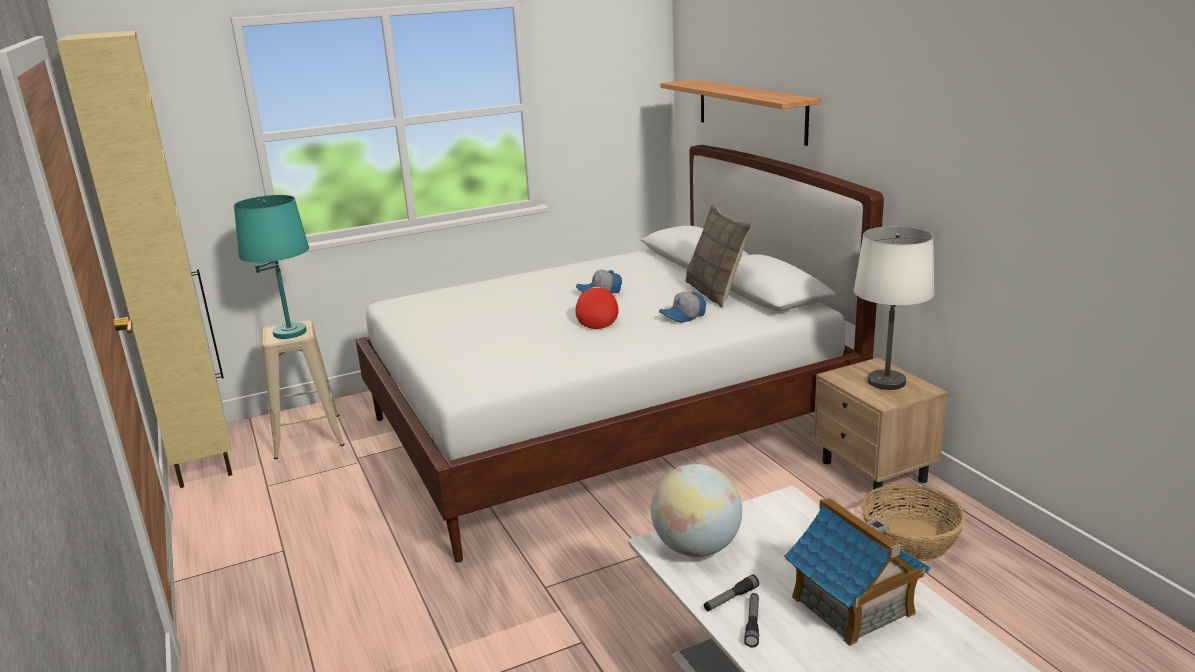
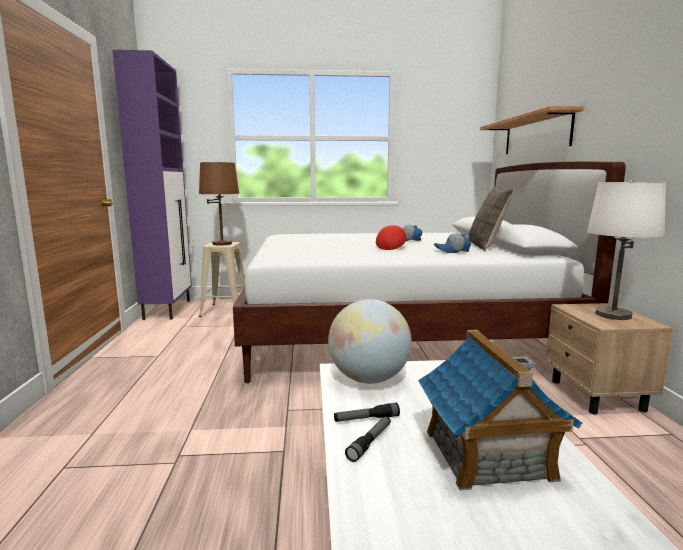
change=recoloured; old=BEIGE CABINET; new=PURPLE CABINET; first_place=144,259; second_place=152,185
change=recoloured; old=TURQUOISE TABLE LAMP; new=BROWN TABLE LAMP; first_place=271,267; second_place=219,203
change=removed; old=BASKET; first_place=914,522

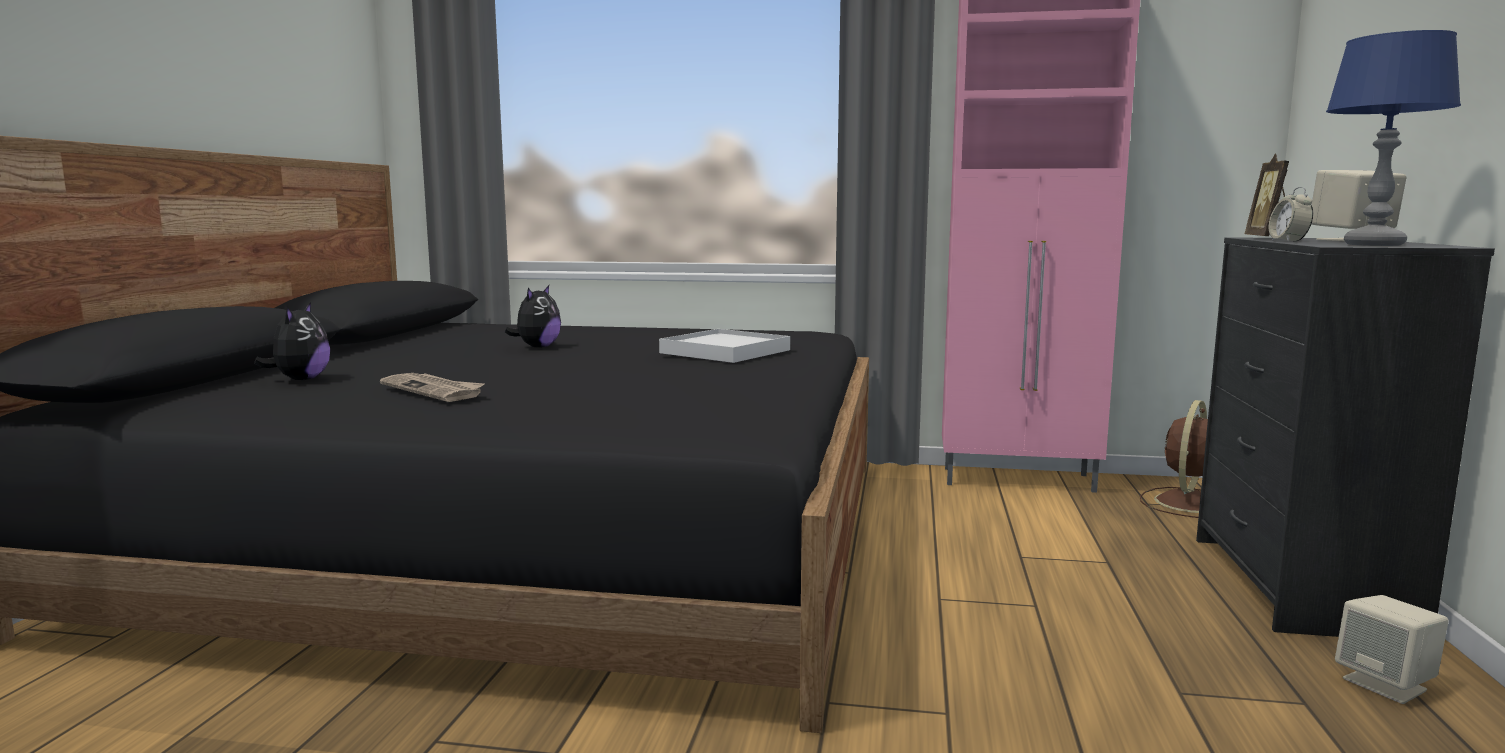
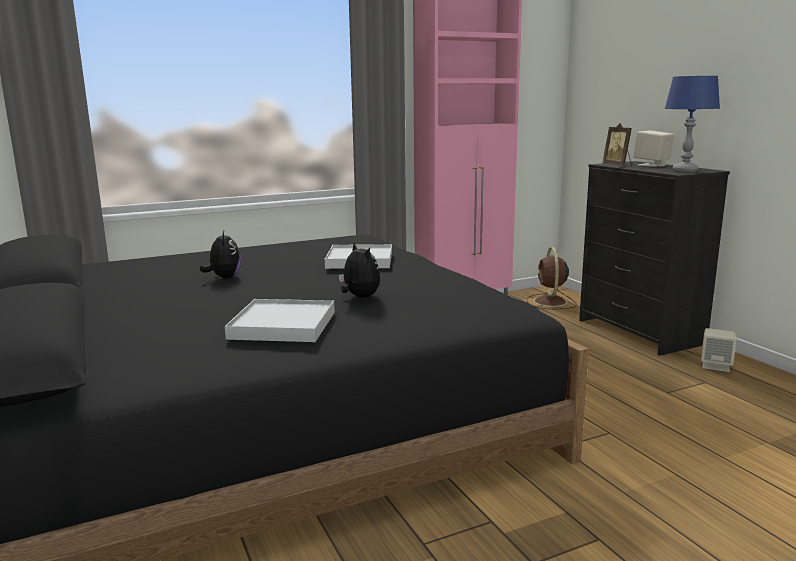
change=moved; old=PLUSH TOY; first_place=292,341; second_place=359,270
change=replaced; old=NEWSPAPER; new=WHITE TRAY; first_place=432,387; second_place=280,320
change=removed; old=ALARM CLOCK; first_place=1291,214

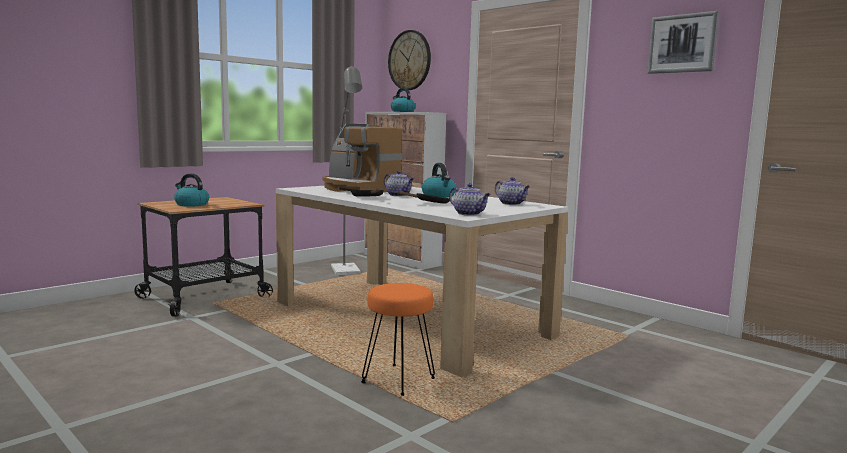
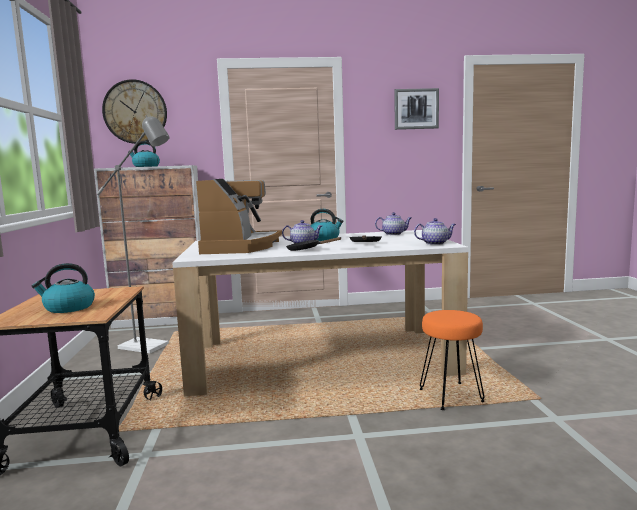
change=turned; old=COFFEE MACHINE; first_place=362,158; second_place=239,216; degrees=-75

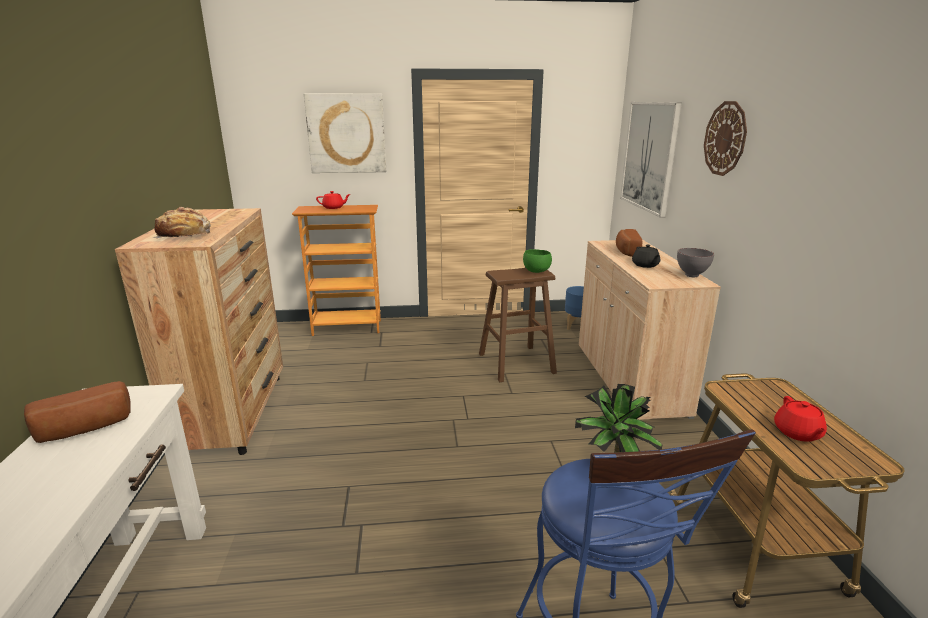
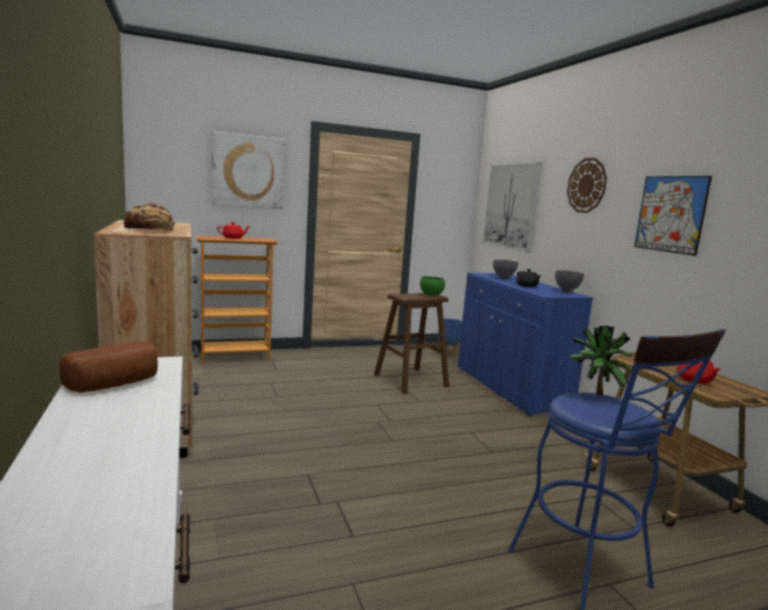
change=recoloured; old=BEIGE CABINET; new=BLUE CABINET; first_place=650,330; second_place=525,345
change=replaced; old=BREAD; new=GREY BOWL; first_place=629,243; second_place=505,269
change=added; new=PICTURE; second_place=673,216

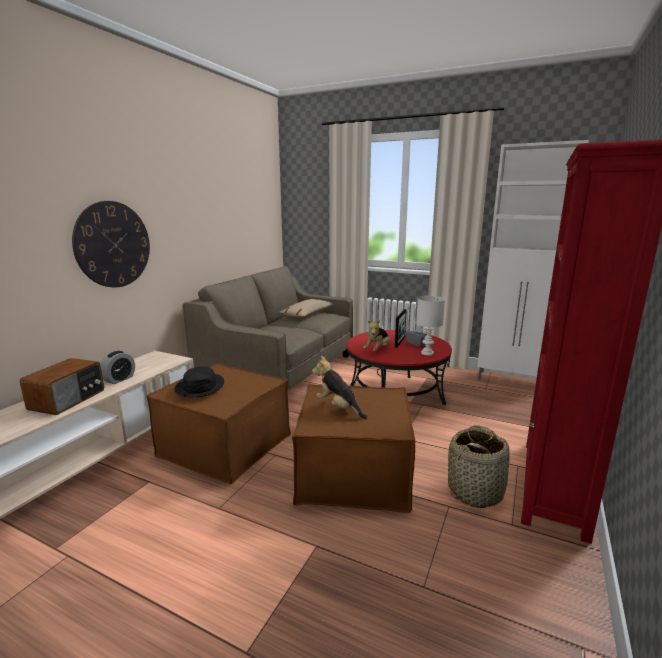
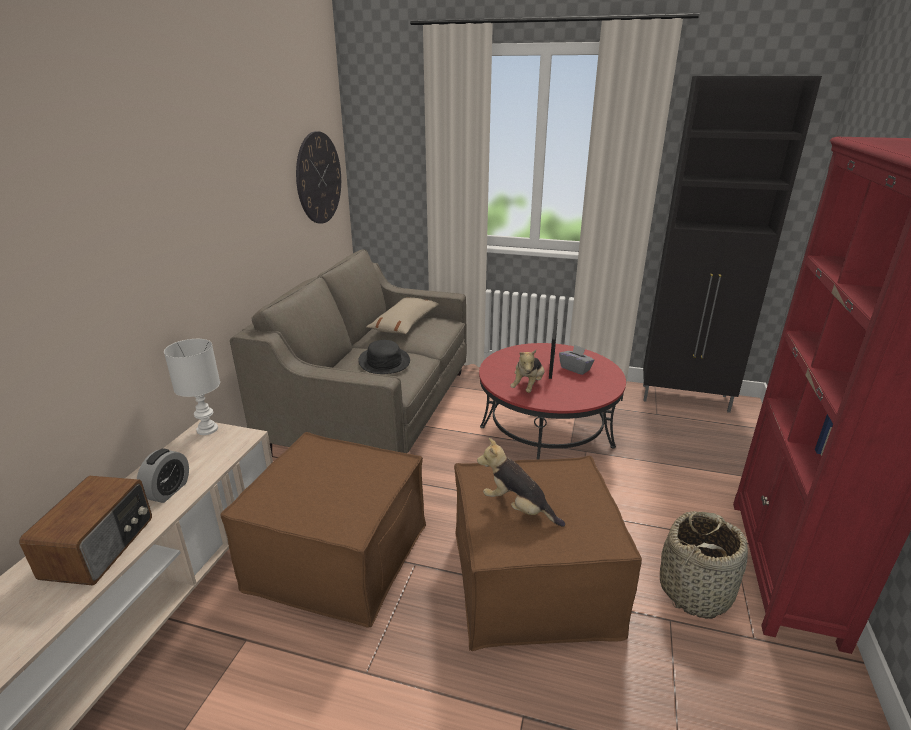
change=moved; old=WALL CLOCK; first_place=111,244; second_place=318,177
change=moved; old=BLACK HAT; first_place=199,381; second_place=384,357
change=moved; old=WHITE TABLE LAMP; first_place=430,325; second_place=192,387
change=recoloured; old=WHITE CABINET; new=BLACK CABINET; first_place=533,260; second_place=732,244

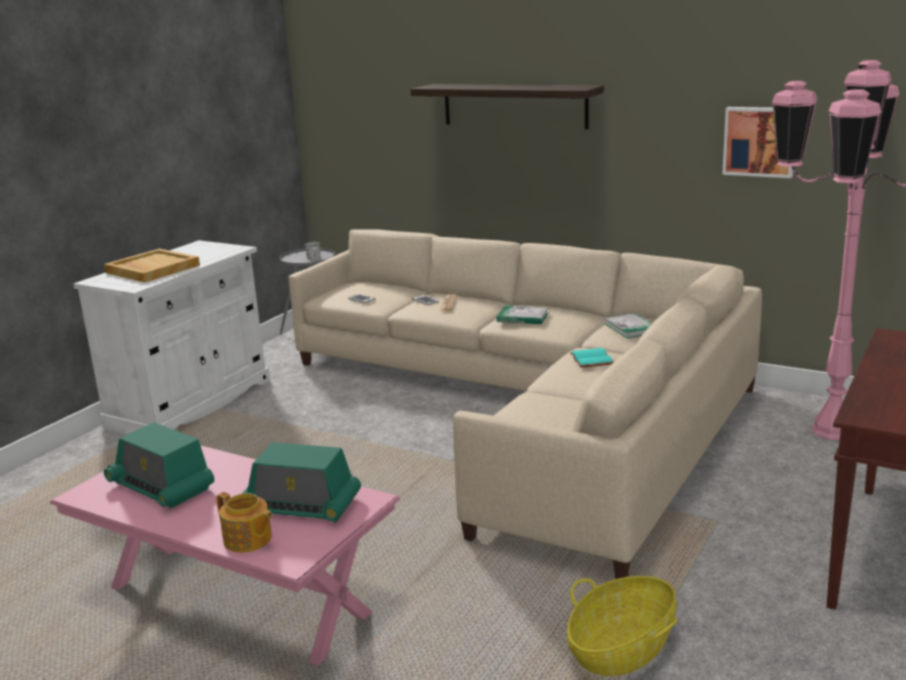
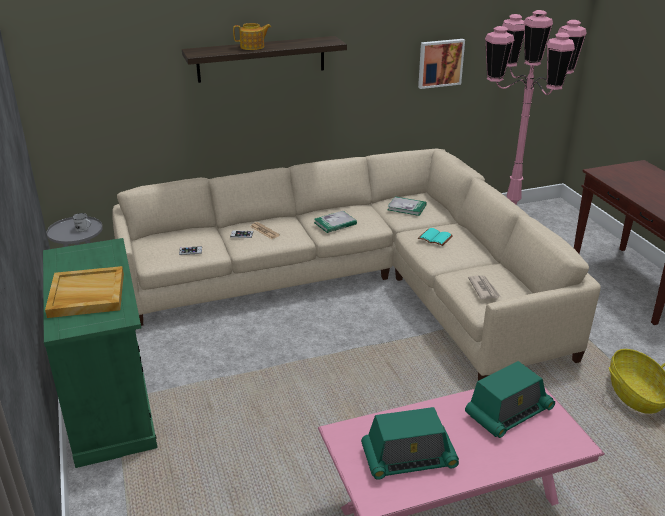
change=recoloured; old=WHITE CABINET; new=GREEN CABINET; first_place=171,337; second_place=100,353
change=moved; old=TEAPOT; first_place=244,522; second_place=252,36
change=added; new=NEWSPAPER; second_place=484,287

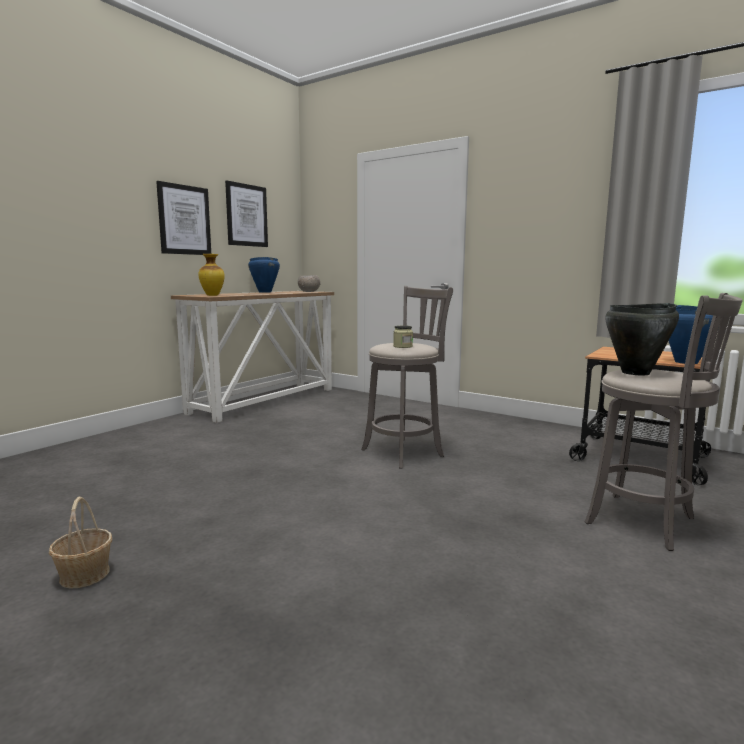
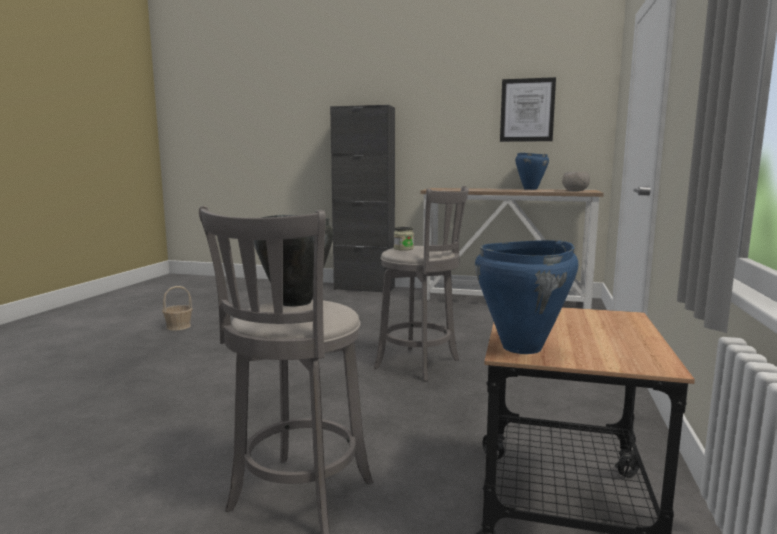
change=removed; old=PICTURE; first_place=183,218
change=removed; old=VASE; first_place=212,275
change=added; new=BLACK CABINET; second_place=362,198

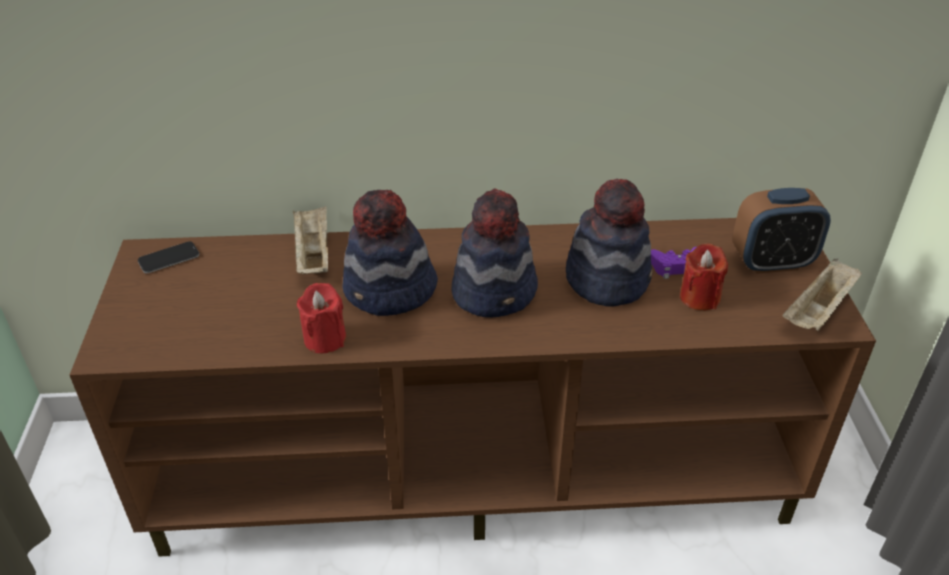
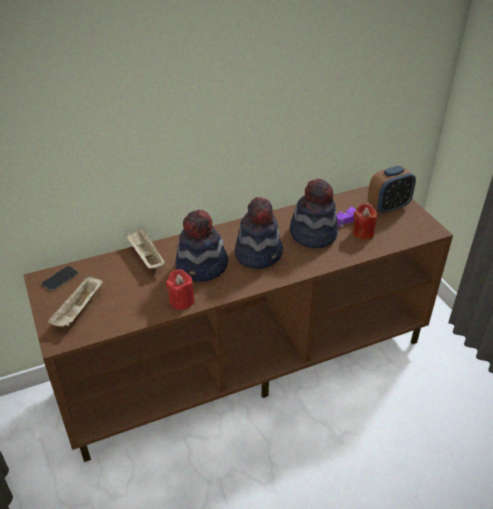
change=moved; old=BEIGE TRAY; first_place=822,294; second_place=75,301

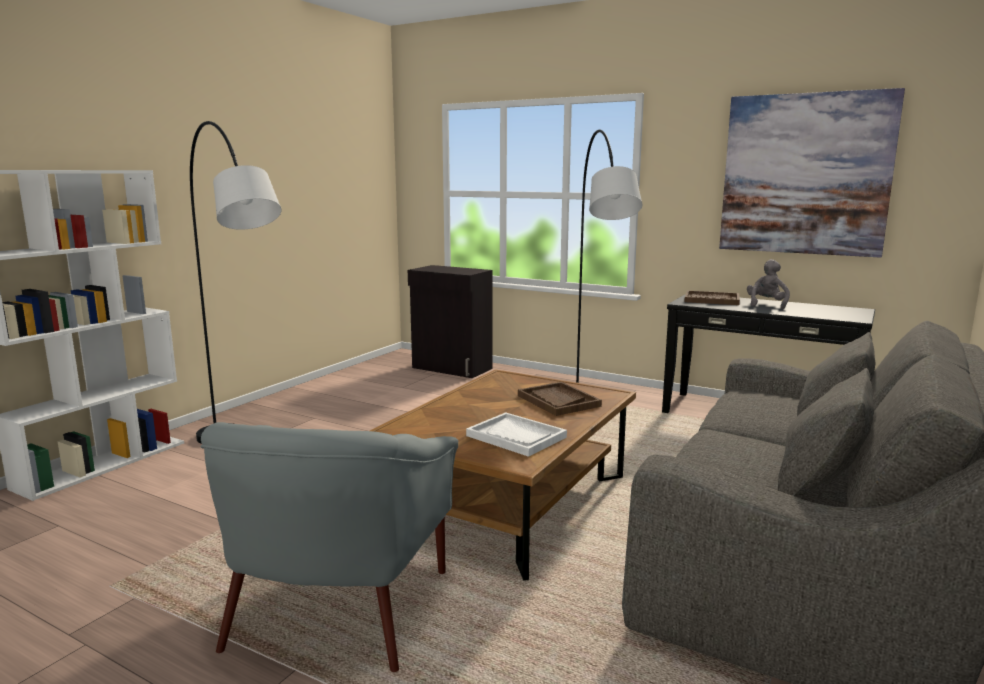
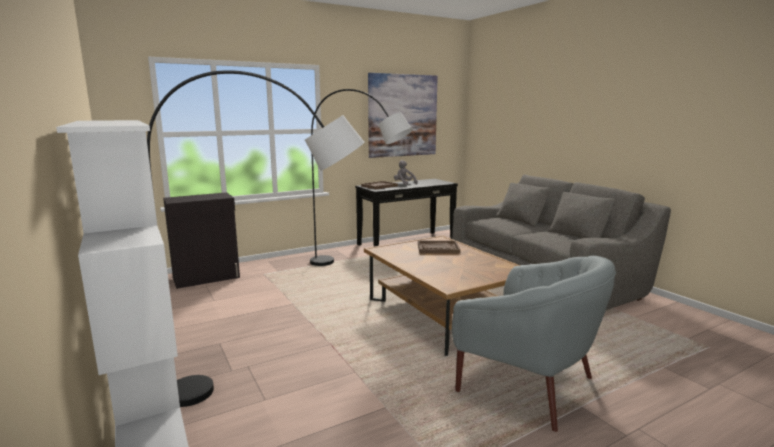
change=removed; old=WHITE TRAY; first_place=516,434

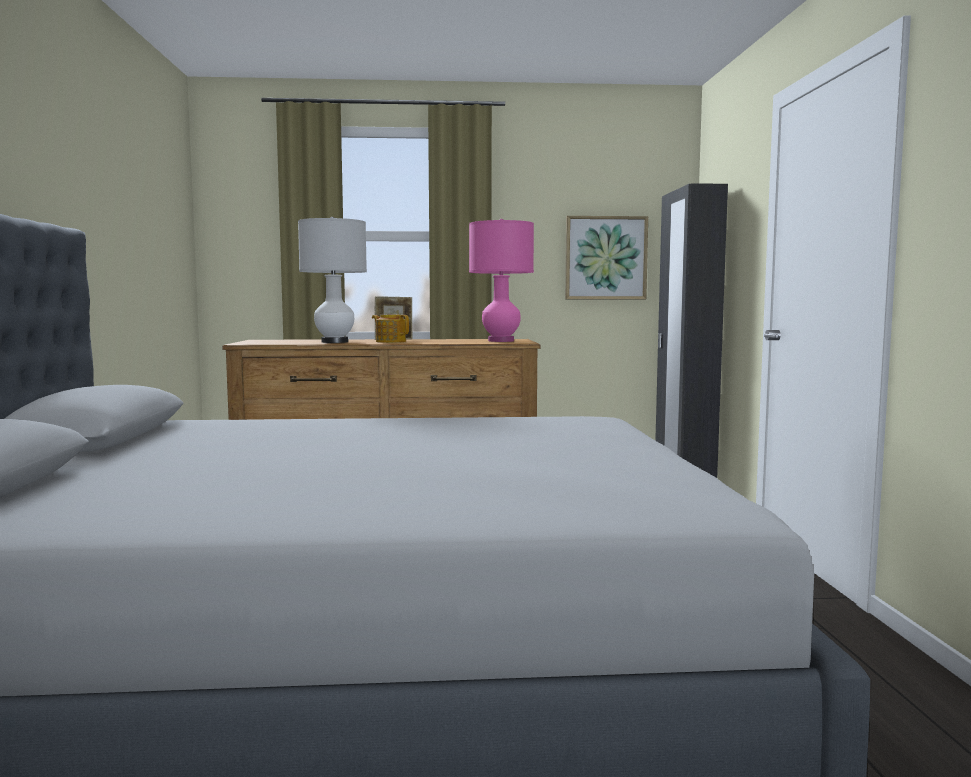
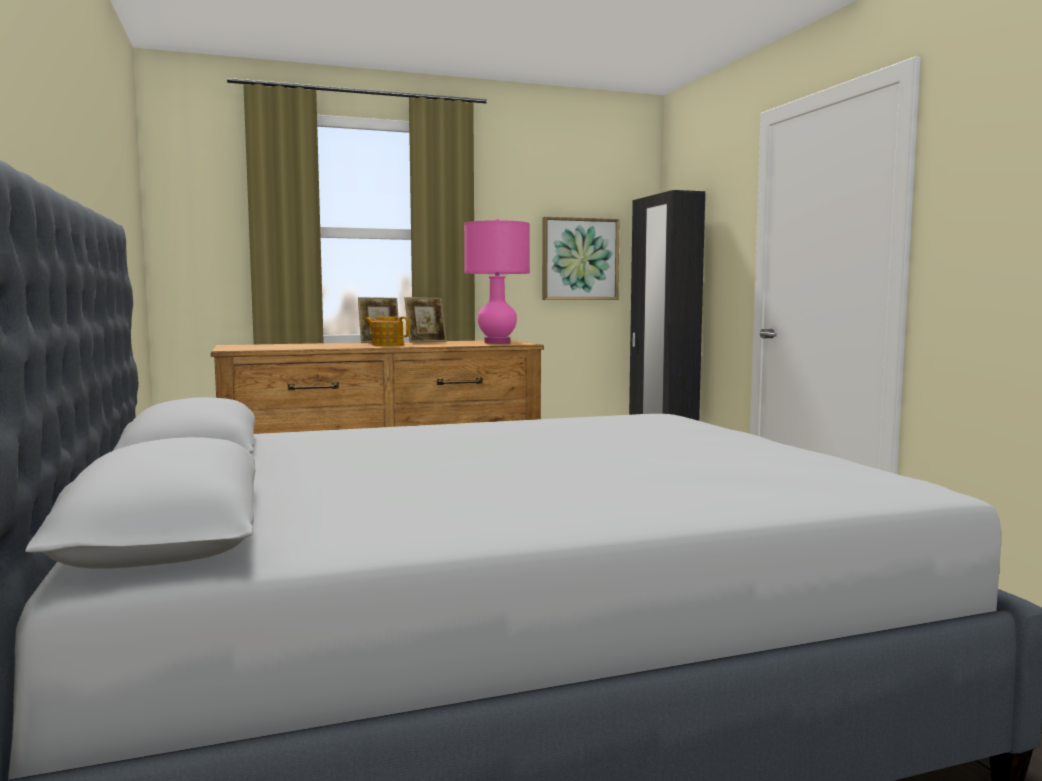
change=removed; old=WHITE TABLE LAMP; first_place=332,280
change=added; new=PICTURE FRAME; second_place=425,319

